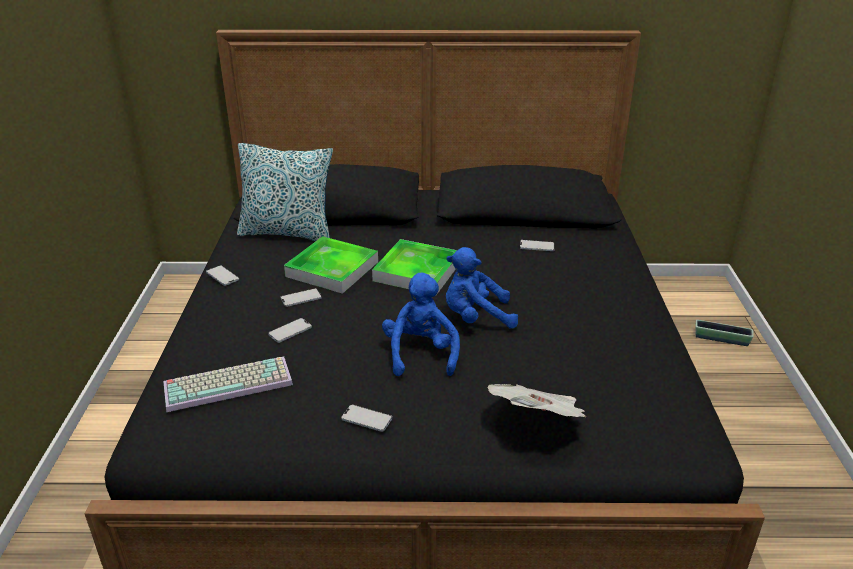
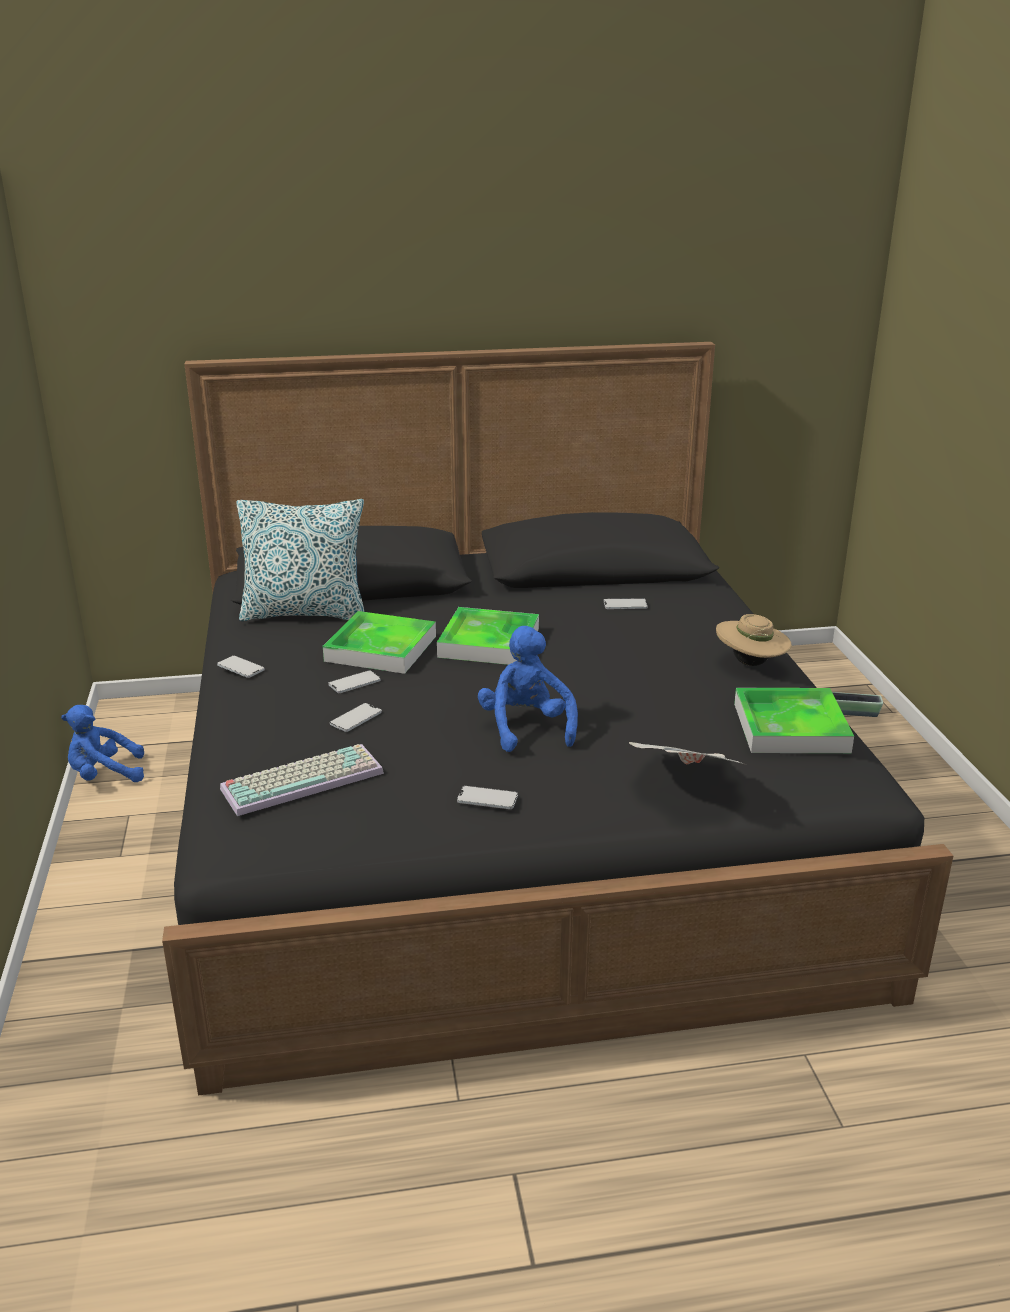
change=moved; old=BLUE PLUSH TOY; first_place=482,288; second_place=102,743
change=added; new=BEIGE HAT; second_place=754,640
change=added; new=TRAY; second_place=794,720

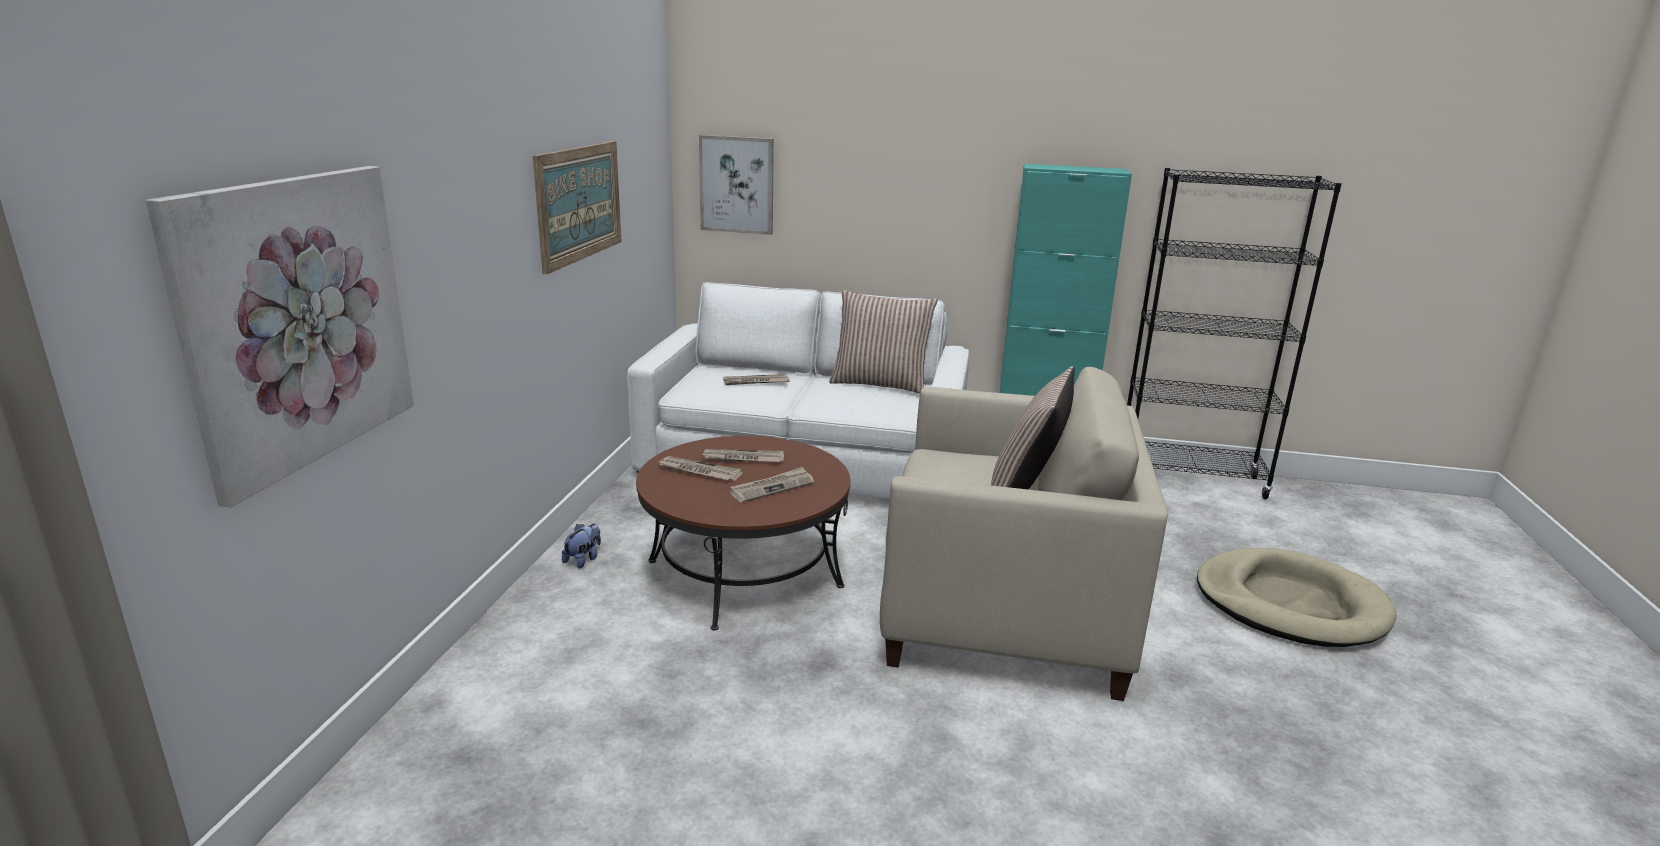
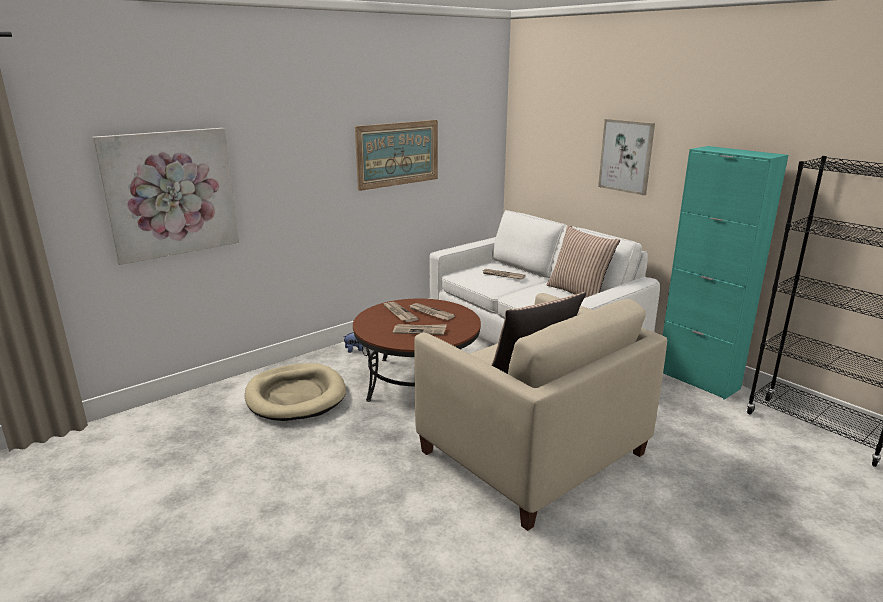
change=moved; old=PICTURE; first_place=736,185; second_place=626,157
change=moved; old=BEIGE DOG BED; first_place=1297,597; second_place=295,392

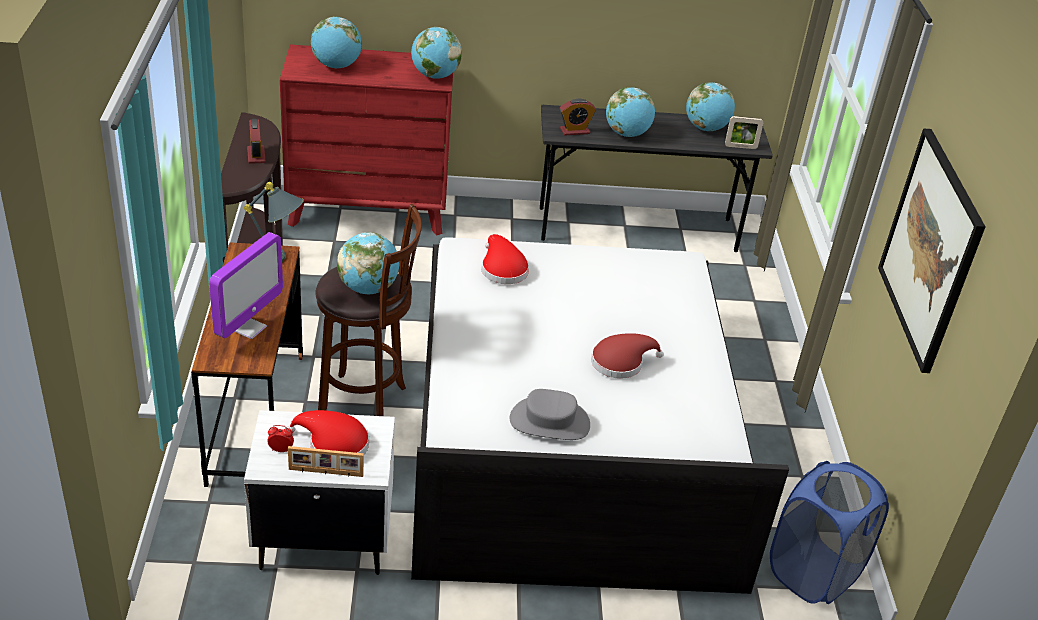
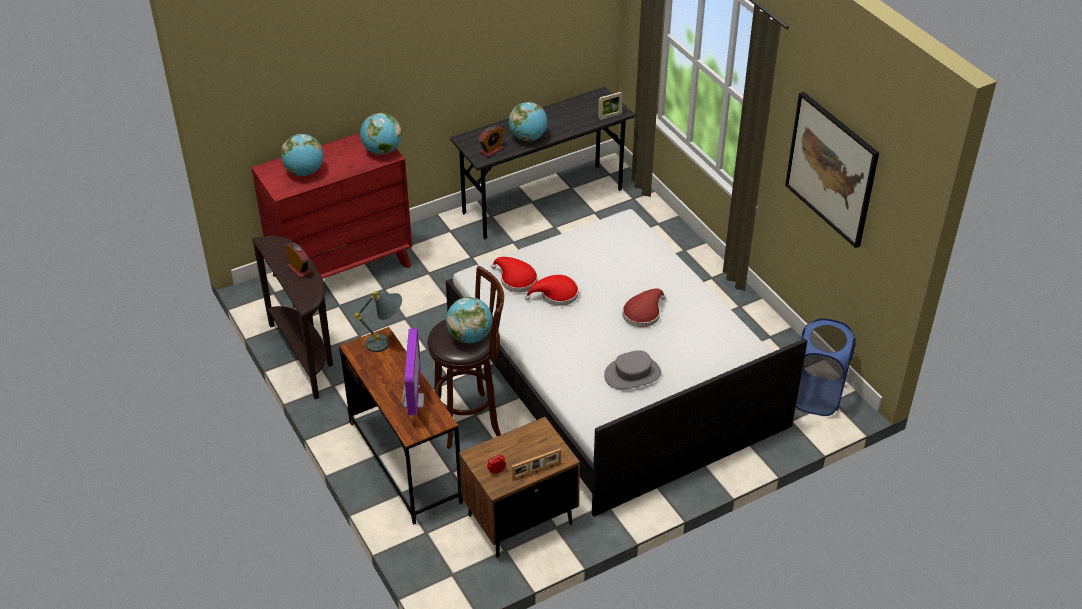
change=recoloured; old=WHITE NIGHTSTAND; new=BROWN NIGHTSTAND; first_place=319,492; second_place=519,487
change=moved; old=RED HAT; first_place=328,432; second_place=552,290
change=removed; old=GLOBE; first_place=710,106

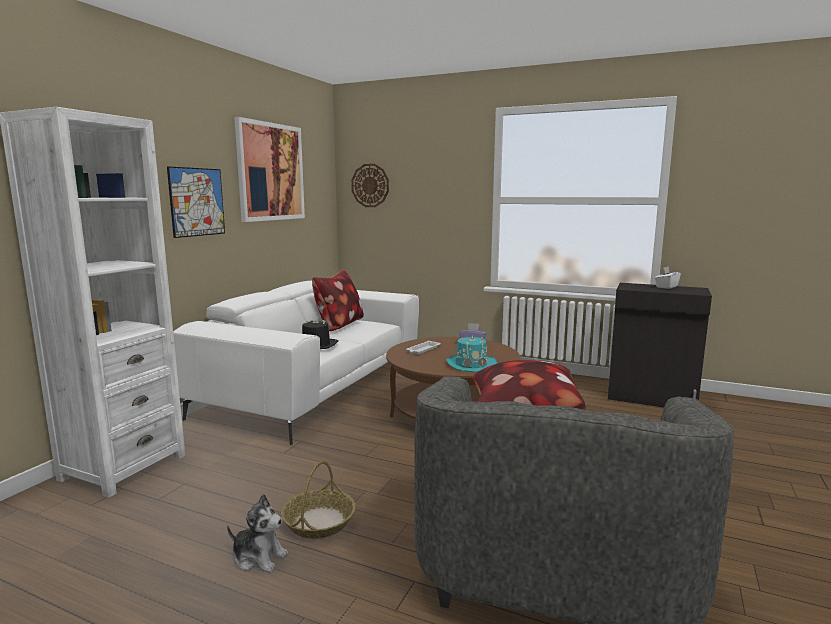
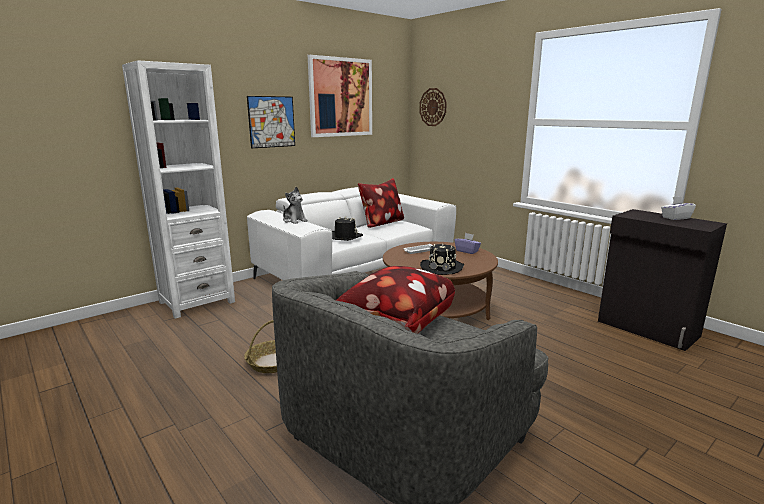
change=moved; old=PLUSH TOY; first_place=257,533; second_place=295,205
change=recoloured; old=TURQUOISE HAT; new=BLACK HAT; first_place=471,353; second_place=442,259

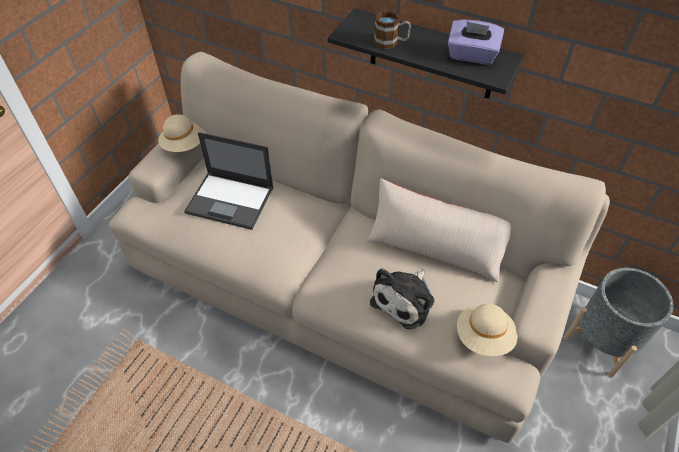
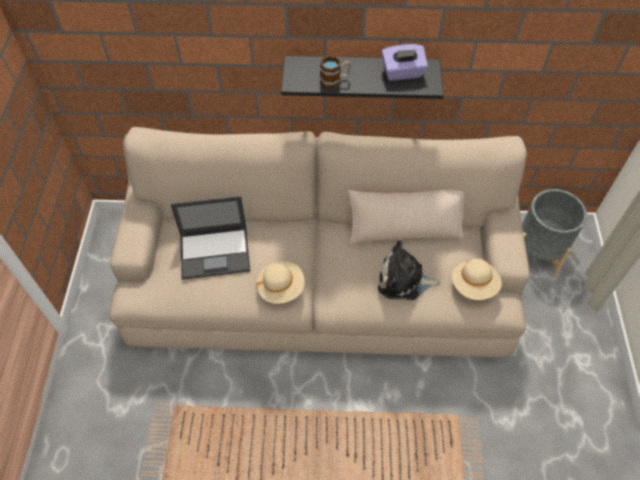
change=moved; old=BEIGE HAT; first_place=182,133; second_place=280,282
change=turned; old=PLUSH TOY; first_place=402,299; second_place=409,270; degrees=90

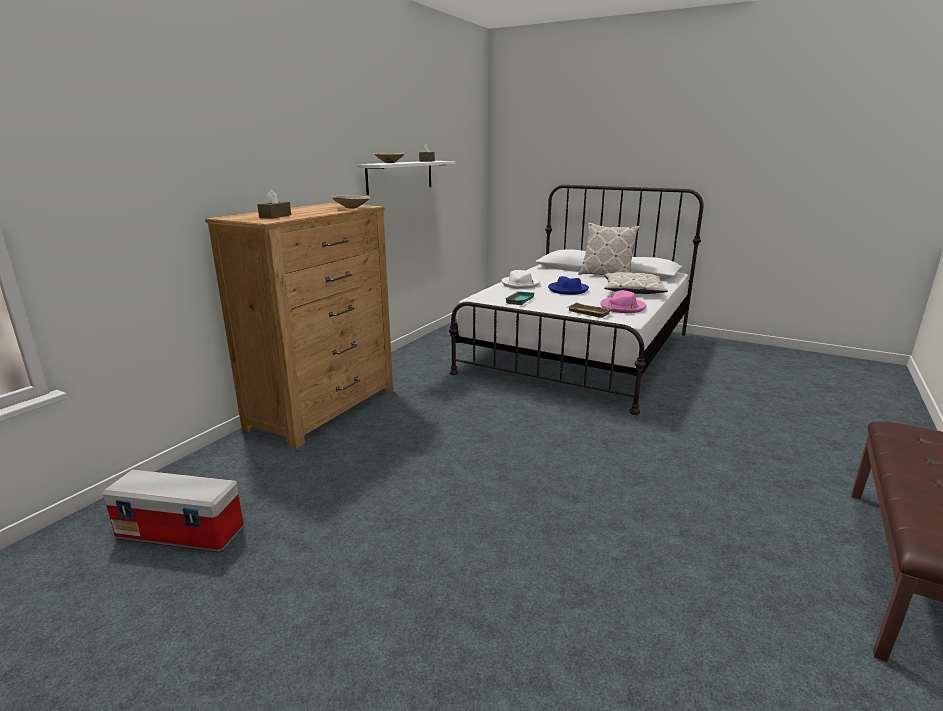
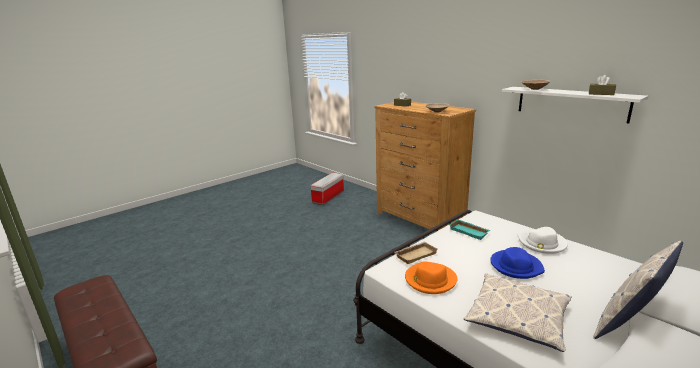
change=recoloured; old=PINK HAT; new=ORANGE HAT; first_place=623,301; second_place=431,277

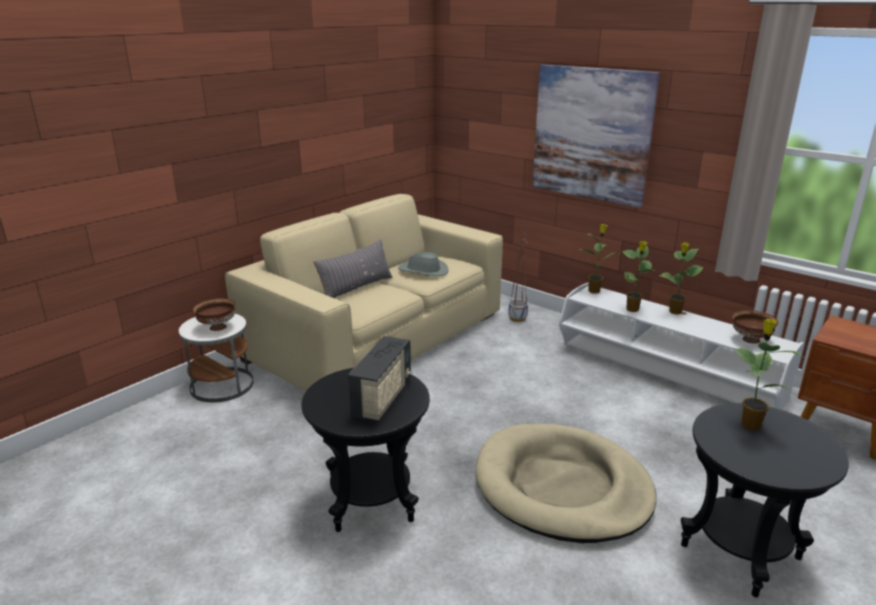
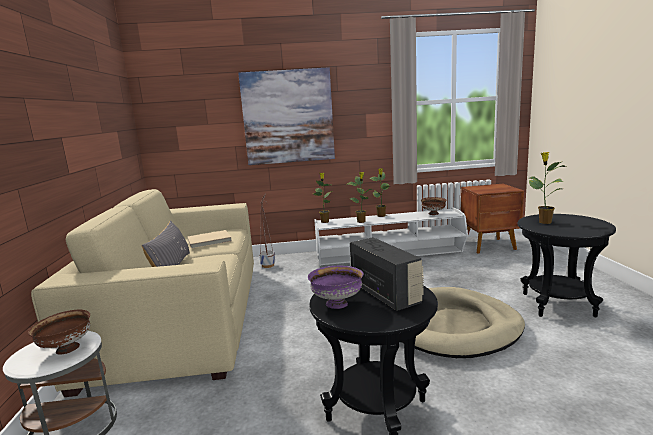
change=replaced; old=GREY HAT; new=BEIGE BOOK; first_place=423,264; second_place=209,239
change=added; new=PURPLE BOWL; second_place=335,287

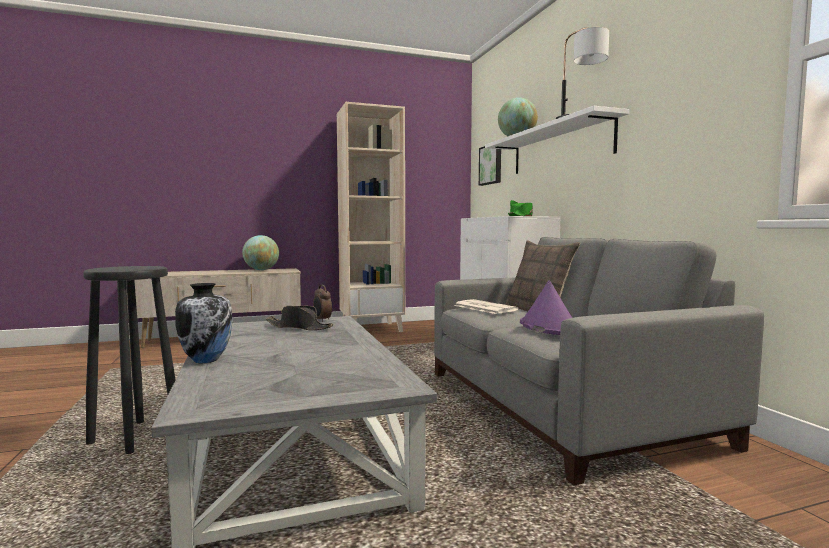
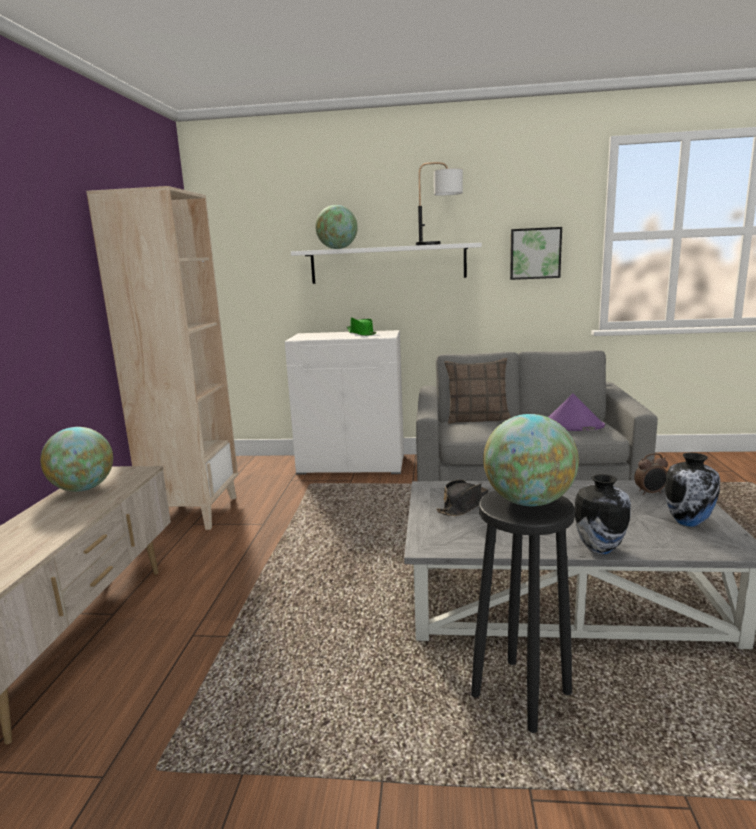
change=moved; old=ALARM CLOCK; first_place=322,303; second_place=651,474
change=removed; old=NEWSPAPER; first_place=486,306
change=moved; old=PICTURE; first_place=490,166; second_place=536,253
change=added; new=GLOBE; second_place=531,460
change=added; new=VASE; second_place=692,490

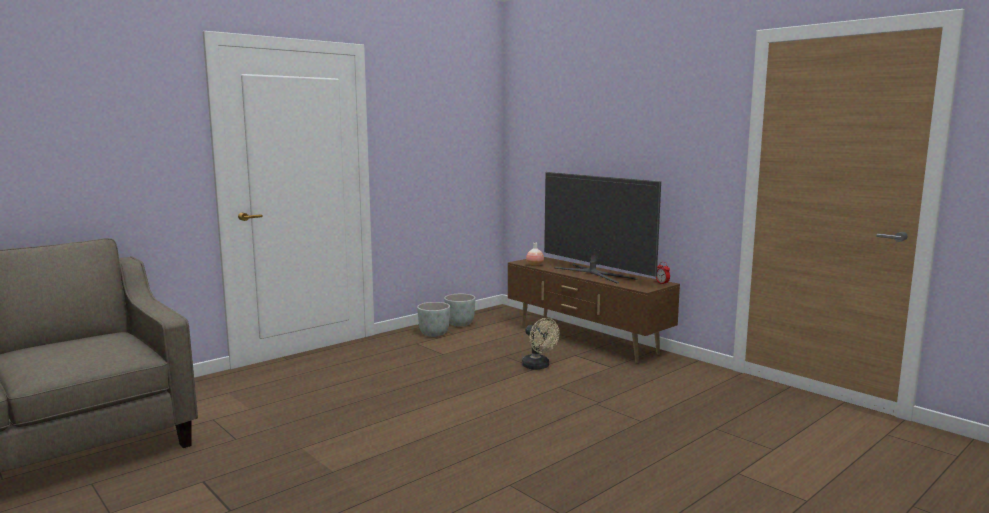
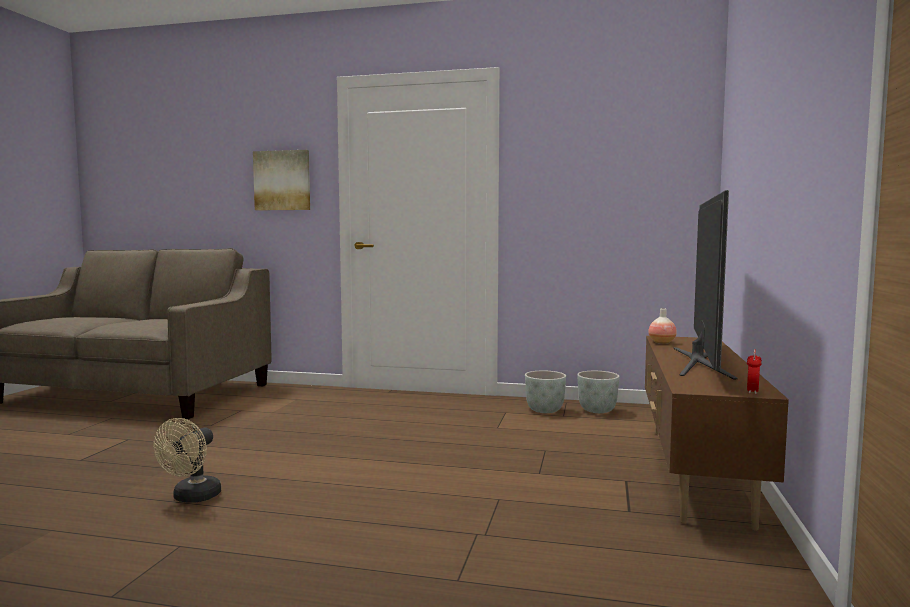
change=moved; old=BEIGE FAN; first_place=540,344; second_place=187,460
change=added; new=PICTURE; second_place=281,180

